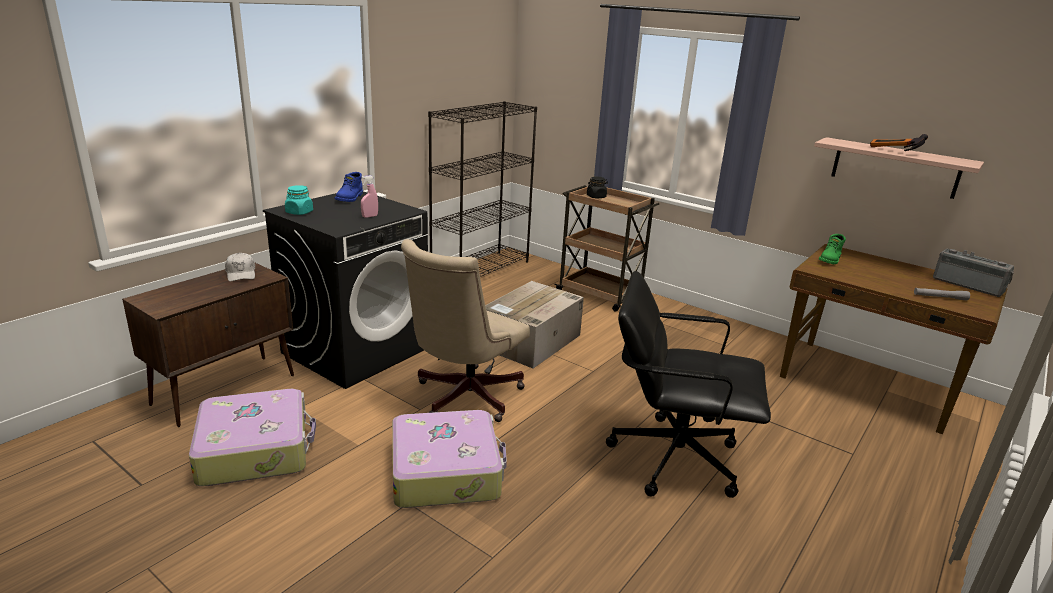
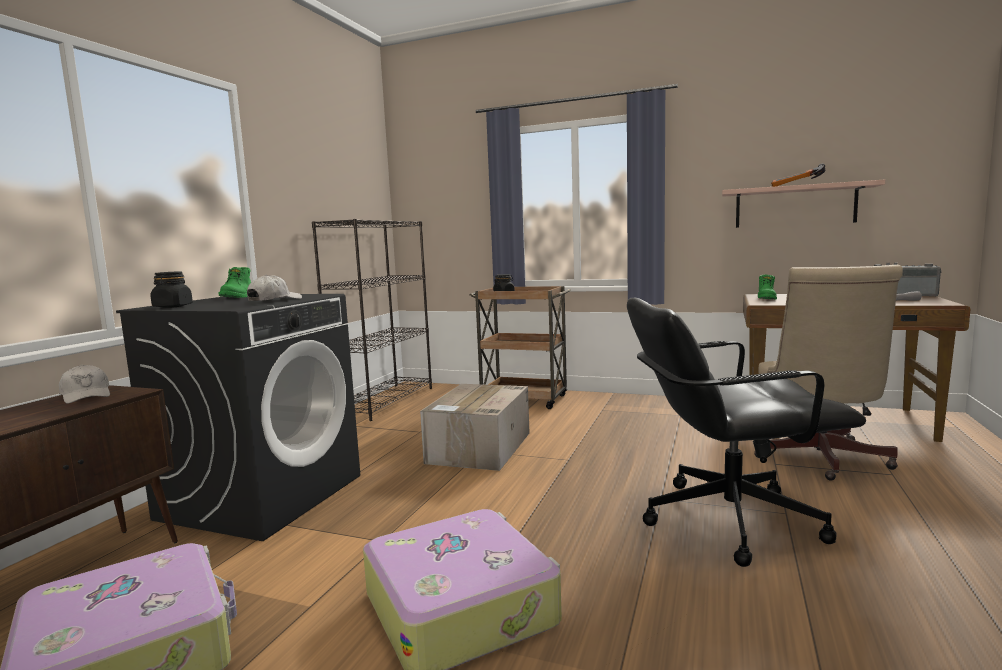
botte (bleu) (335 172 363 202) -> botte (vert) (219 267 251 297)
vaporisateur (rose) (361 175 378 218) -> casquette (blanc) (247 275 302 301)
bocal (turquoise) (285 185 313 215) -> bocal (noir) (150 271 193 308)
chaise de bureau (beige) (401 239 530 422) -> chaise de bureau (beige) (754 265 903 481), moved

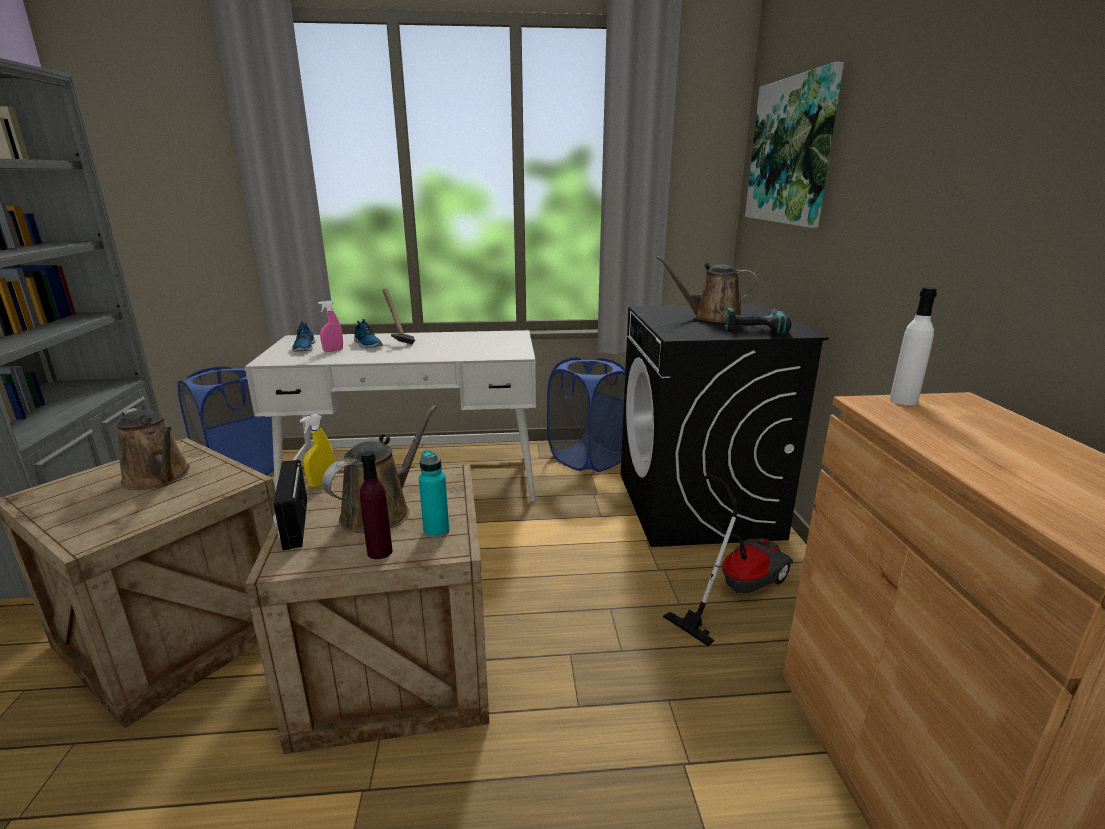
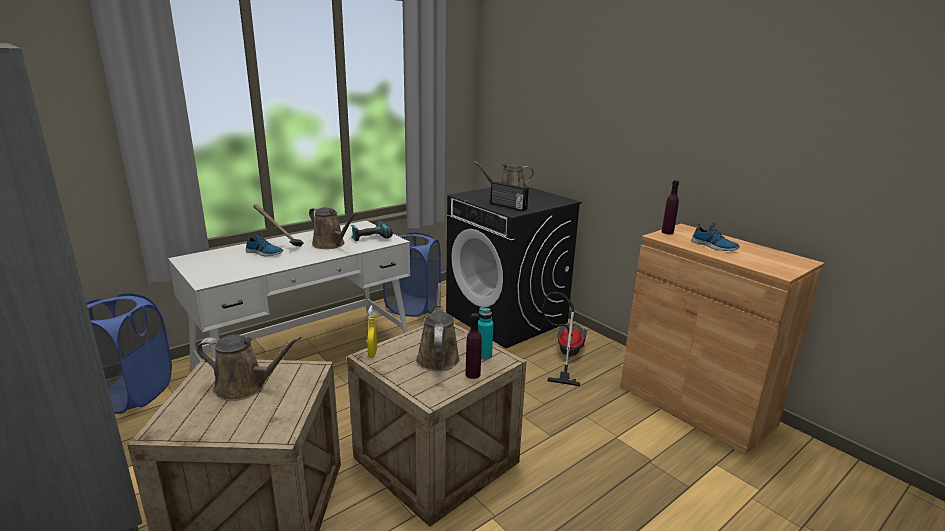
tableau (745 62 844 228) -> none
bouteille (blanc) (890 287 937 405) -> bouteille (violet) (662 180 679 234)
vaporisateur (rose) (318 300 343 352) -> none
perceuse (724 307 792 334) -> perceuse (351 221 393 241), moved
chaussure (292 321 315 352) -> chaussure (691 222 740 251), moved
radio (273 460 307 550) -> radio (491 181 529 211), moved
none -> arrosoir (marron) (309 207 357 249)

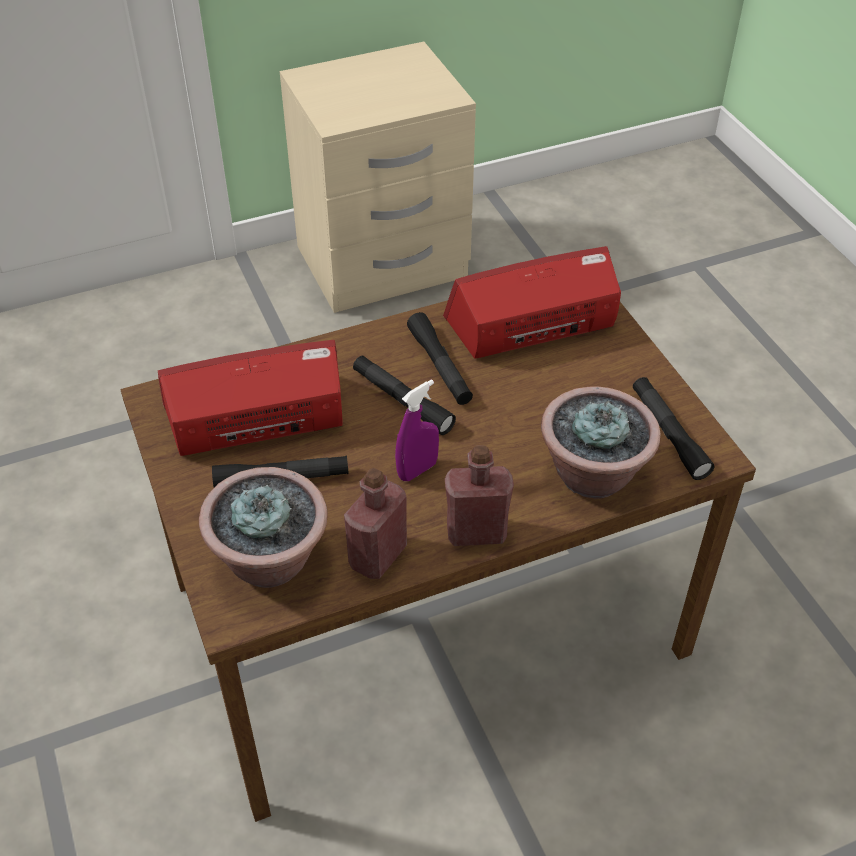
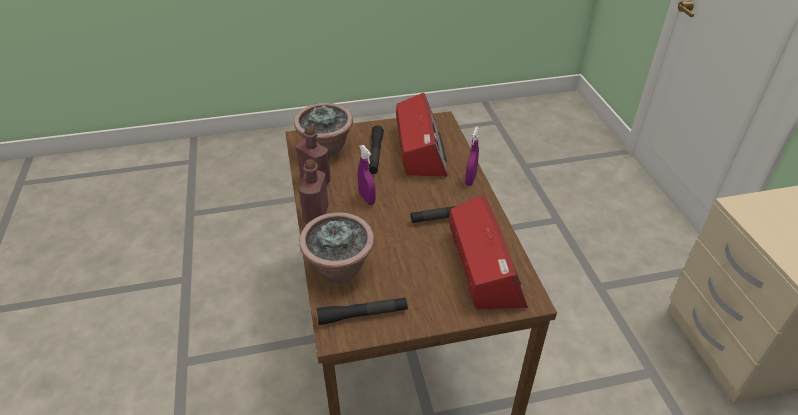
lampe de poche (noir) (353 356 456 435) -> none
none -> vaporisateur (violet) (465 126 479 186)

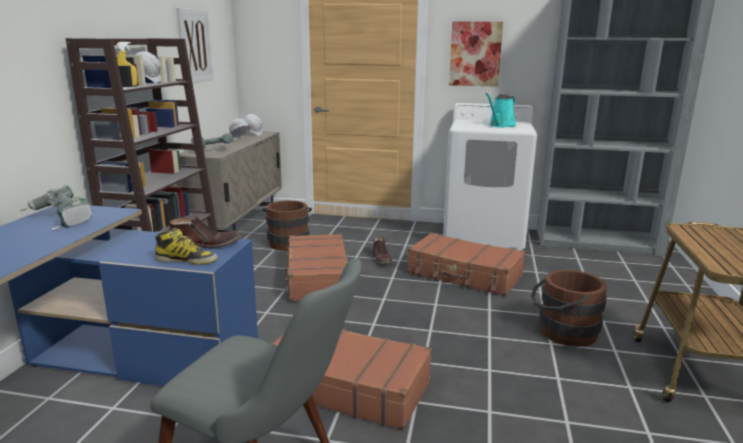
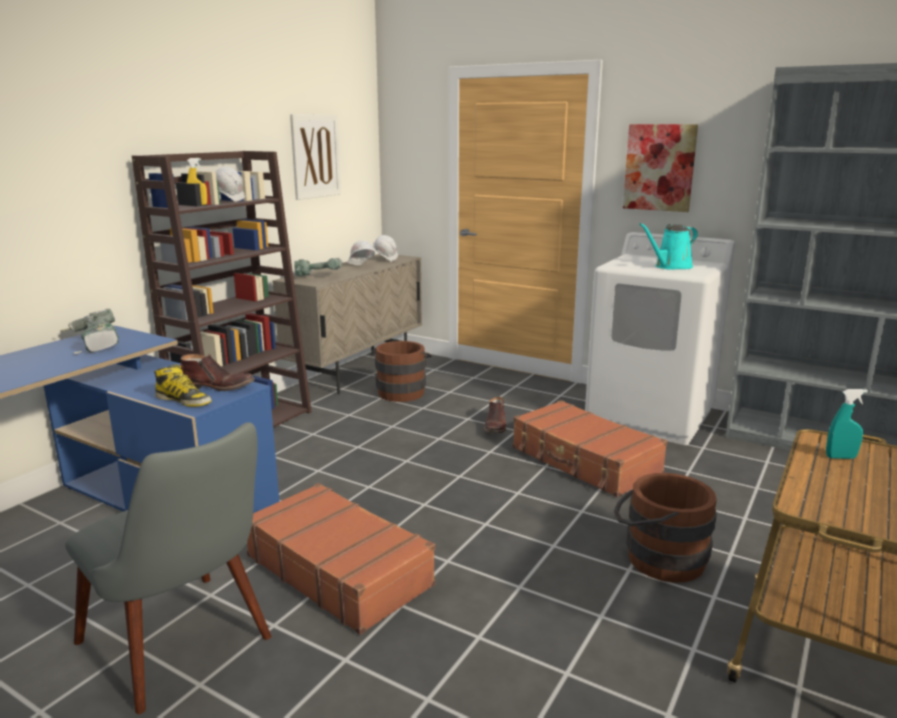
valise (marron) (284 233 348 302) -> none
none -> vaporisateur (turquoise) (826 389 868 459)

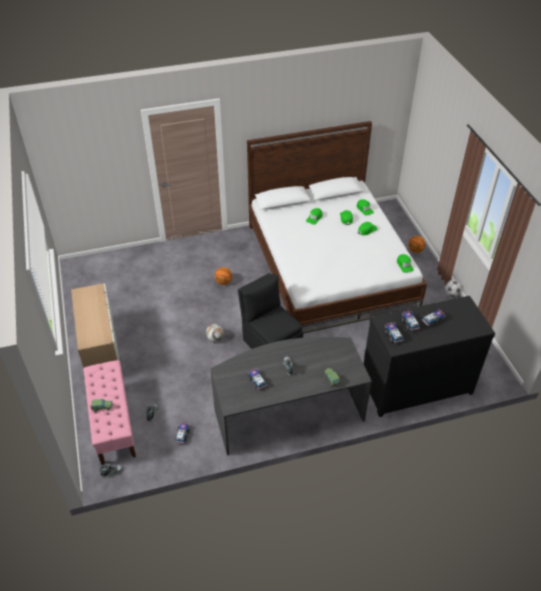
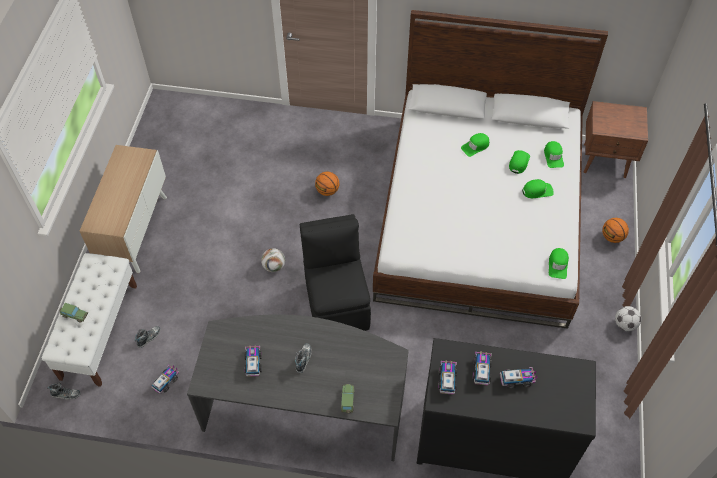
banc (rose) (84 360 136 465) -> banc (blanc) (41 253 137 387)
none -> table de chevet (marron) (584 101 648 178)

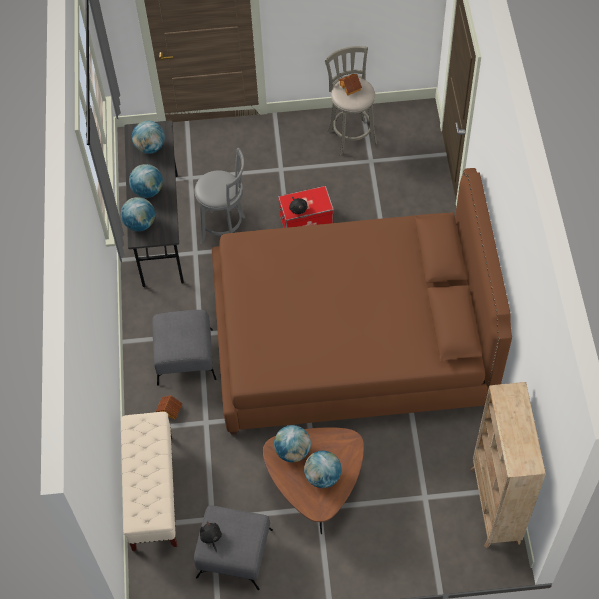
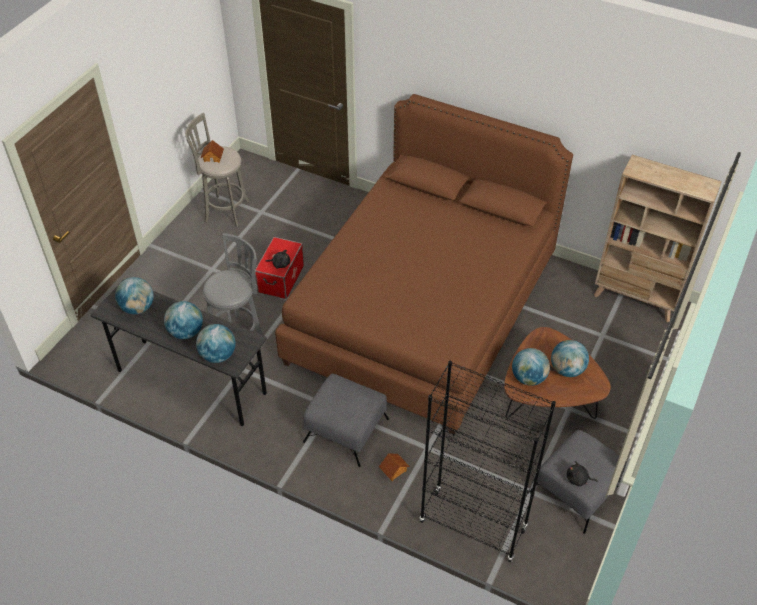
banc (beige) (121 412 177 551) -> bibliothèque (noir) (419 361 556 562)

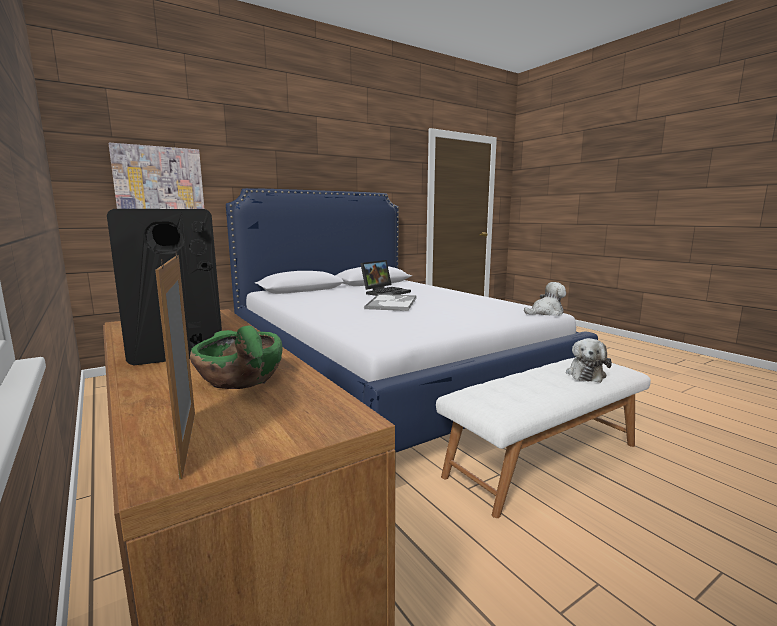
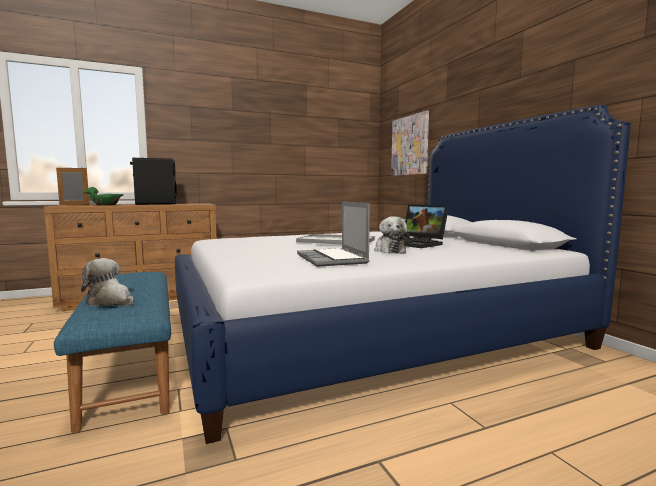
peluche (524 282 566 316) -> peluche (374 216 410 253), moved
banc (blanc) (436 357 651 518) -> banc (bleu) (54 272 171 433)
none -> ordinateur portable (297 201 370 267)

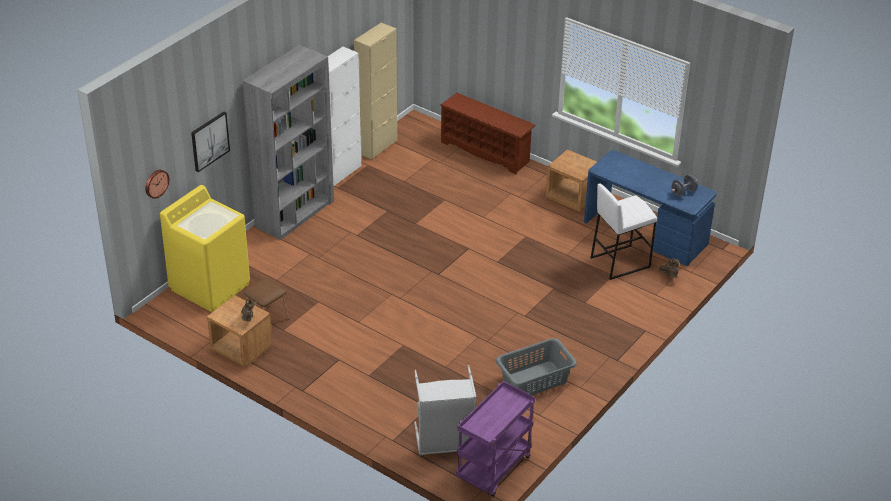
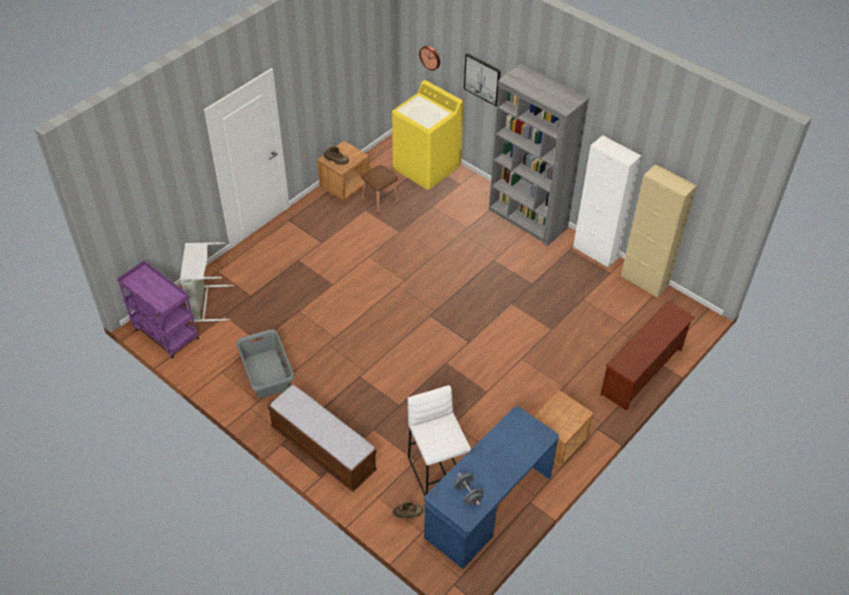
none -> banc (267 385 377 492)

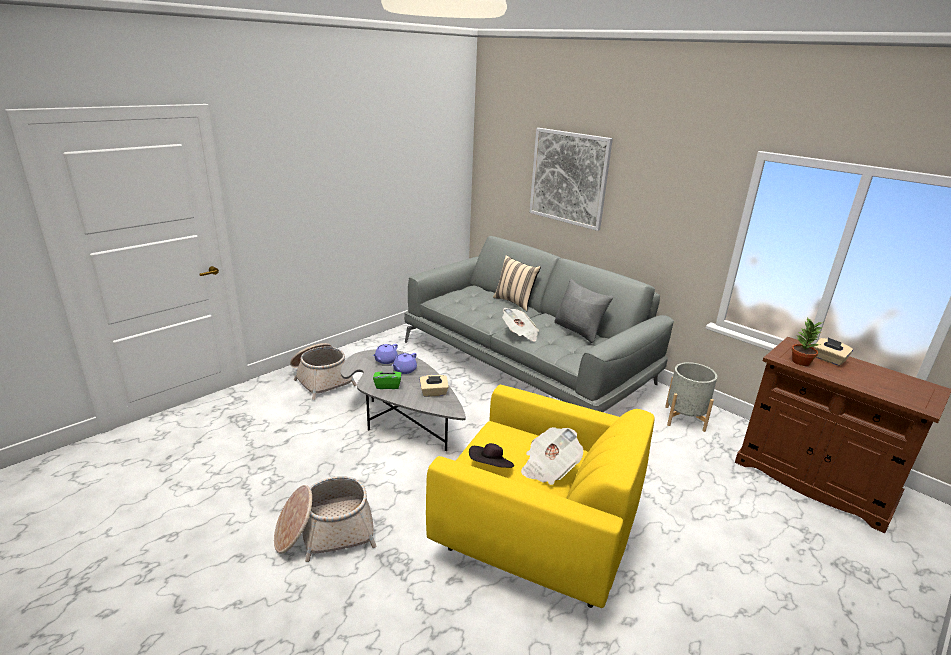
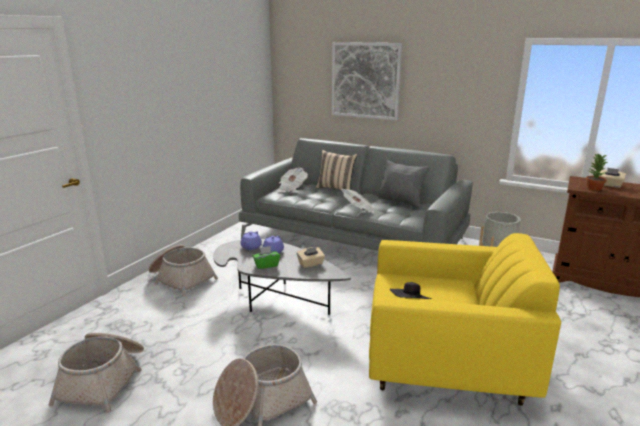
journal (521 427 583 485) -> journal (278 168 308 191), moved
none -> panier (49 333 144 413)

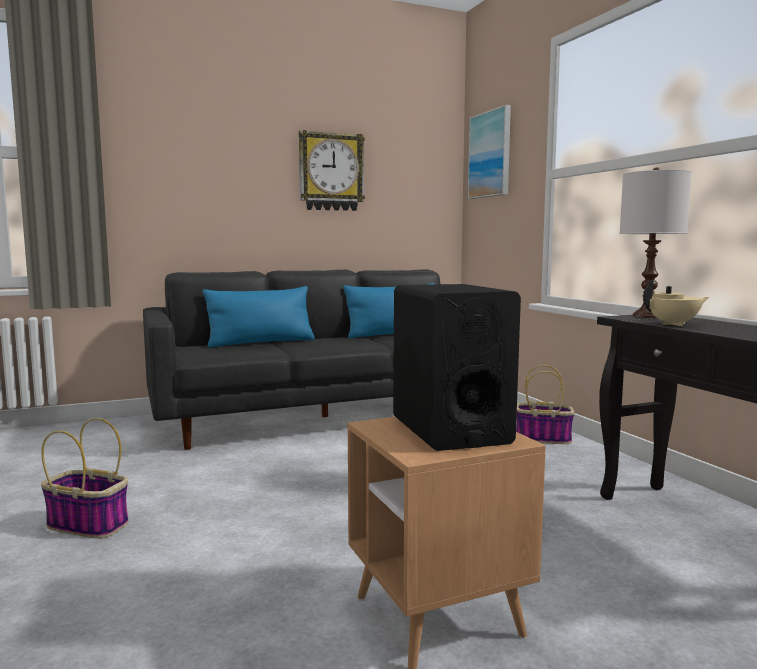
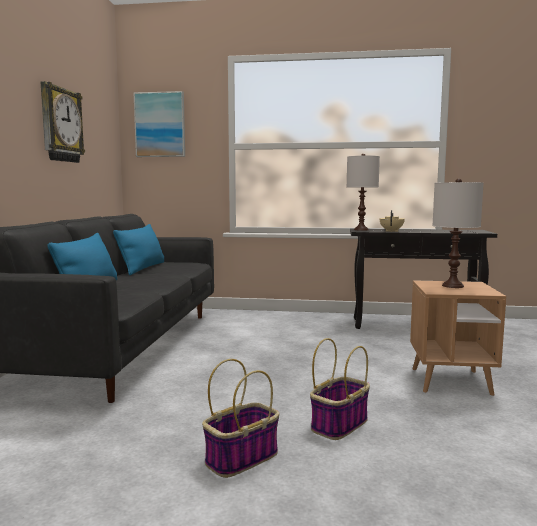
enceinte (noir) (393 284 521 451) -> lampe de table (blanc) (432 178 484 288)
panier (516 365 575 444) -> panier (310 338 370 440), moved

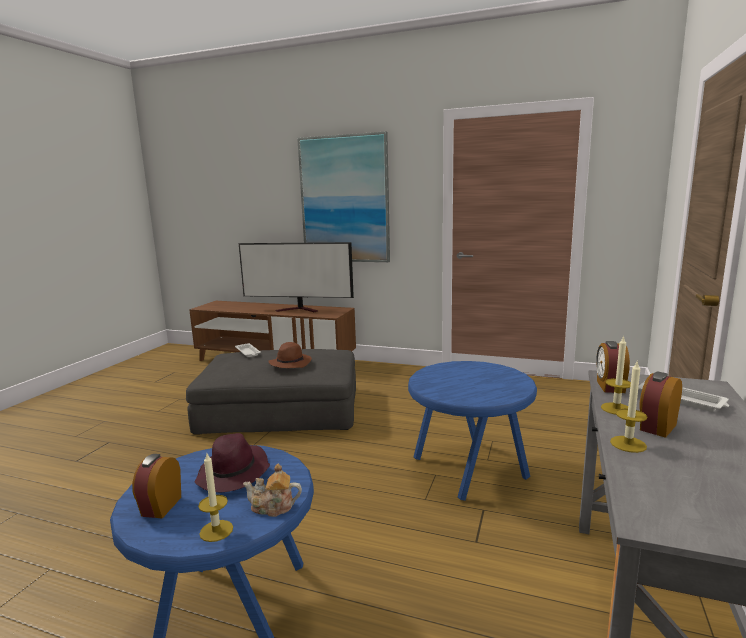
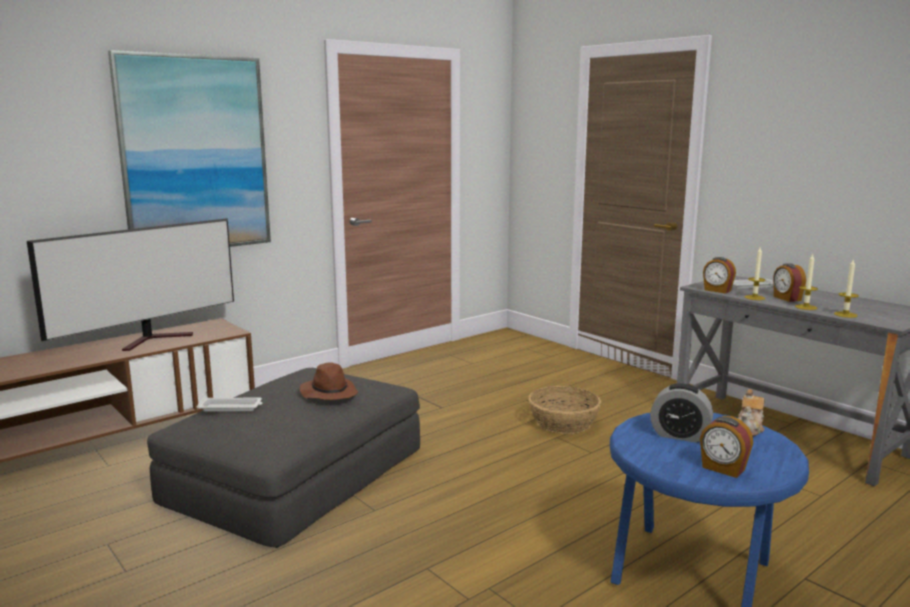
table d'appoint (bleu) (408 361 537 501) -> panier (528 386 601 434)
chapeau (violet) (195 433 270 492) -> réveil (650 383 713 443)
bougie (198 453 233 542) -> bougie (834 260 859 318), moved

